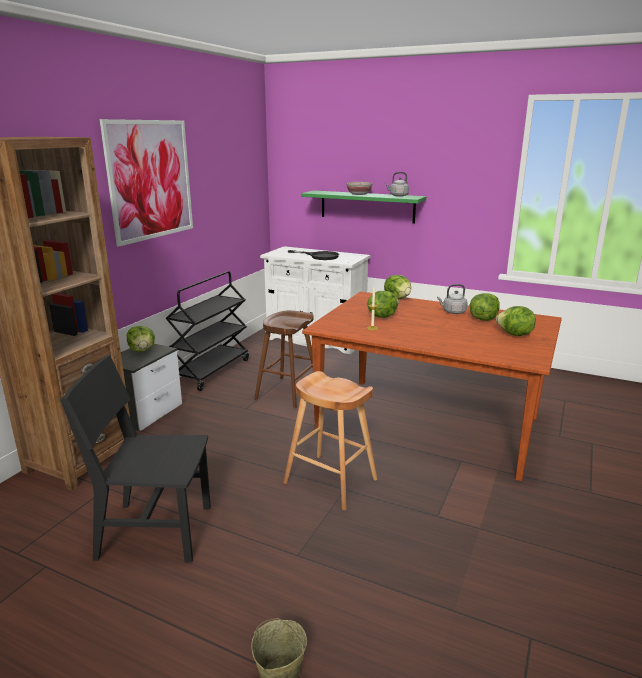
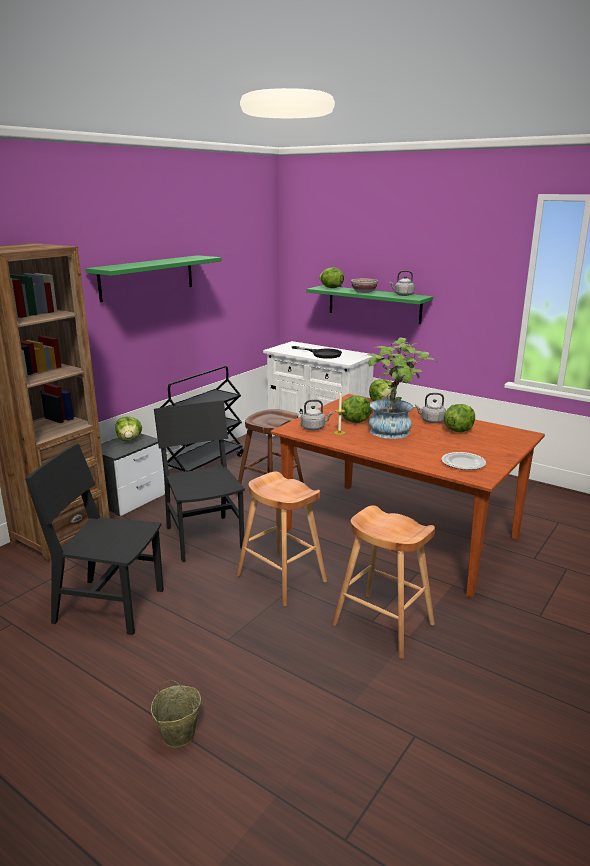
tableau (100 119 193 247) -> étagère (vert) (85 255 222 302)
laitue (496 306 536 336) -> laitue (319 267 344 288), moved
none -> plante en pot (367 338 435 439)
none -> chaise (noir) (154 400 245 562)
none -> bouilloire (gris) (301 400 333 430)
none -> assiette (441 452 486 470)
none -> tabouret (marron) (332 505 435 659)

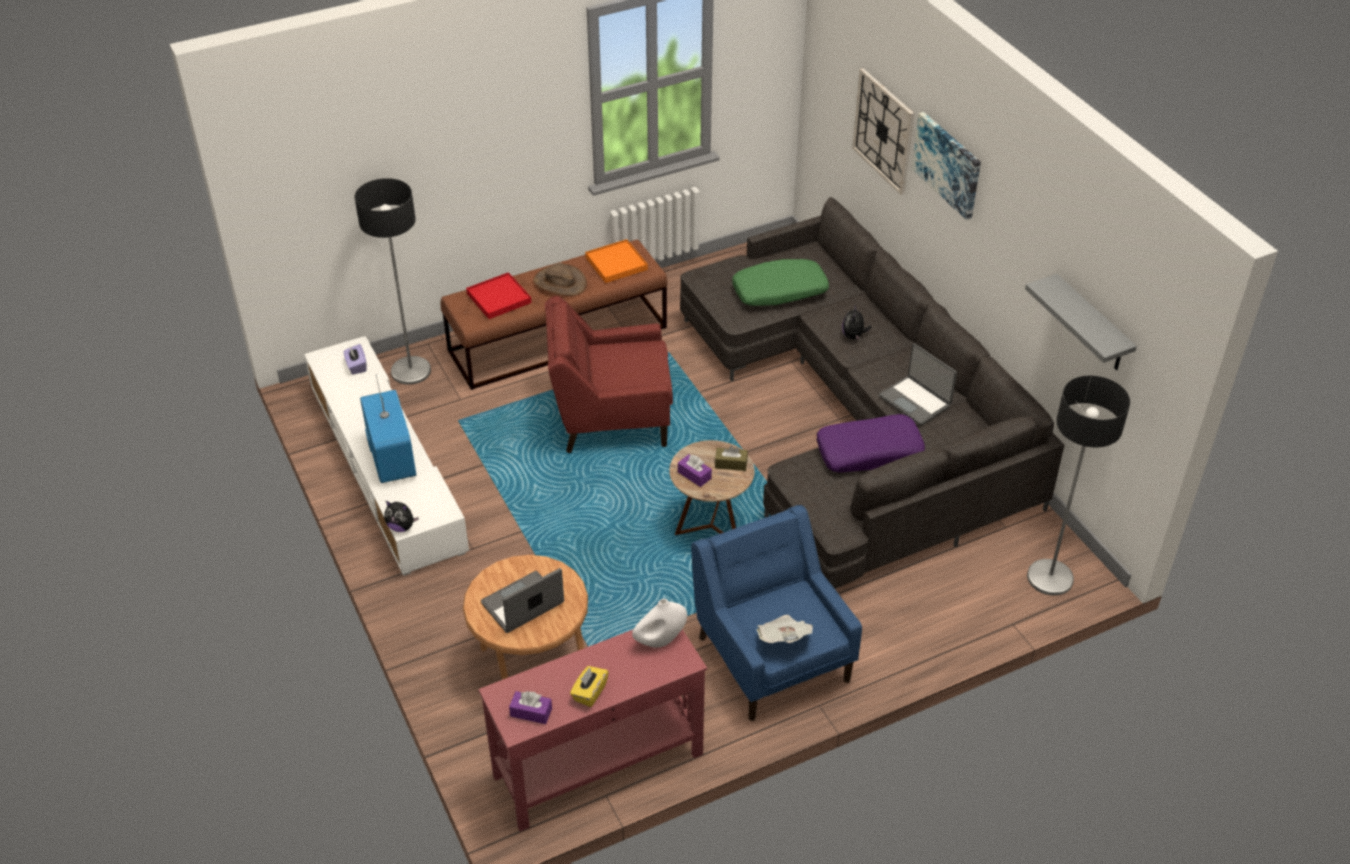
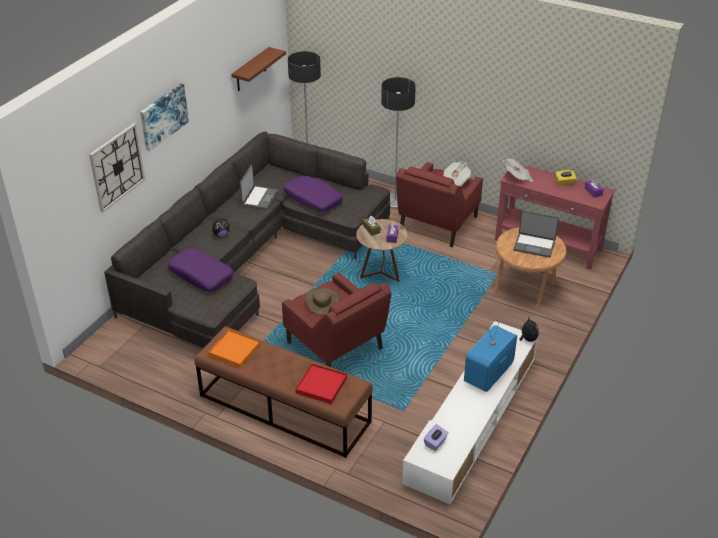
lampadaire (355 178 431 385) -> lampadaire (381 77 416 209), moved
coussin (vert) (732 259 829 306) -> coussin (violet) (168 248 234 292)
chapeau (marron) (533 263 587 296) -> chapeau (marron) (305 288 340 315), moved
étagère (gris) (1025 274 1137 370) -> étagère (marron) (231 47 286 91)
fauteuil (bleu) (691 505 862 721) -> fauteuil (rouge) (396 162 483 247)
vase (blanc) (632 598 687 648) -> journal (503 158 533 182)

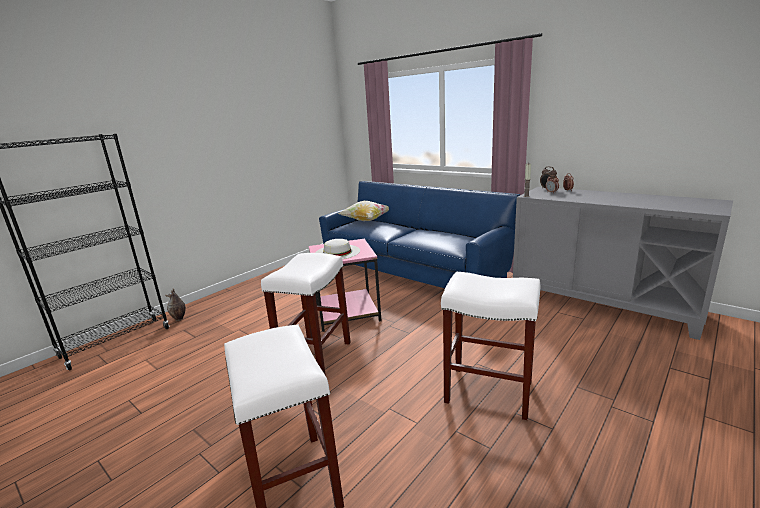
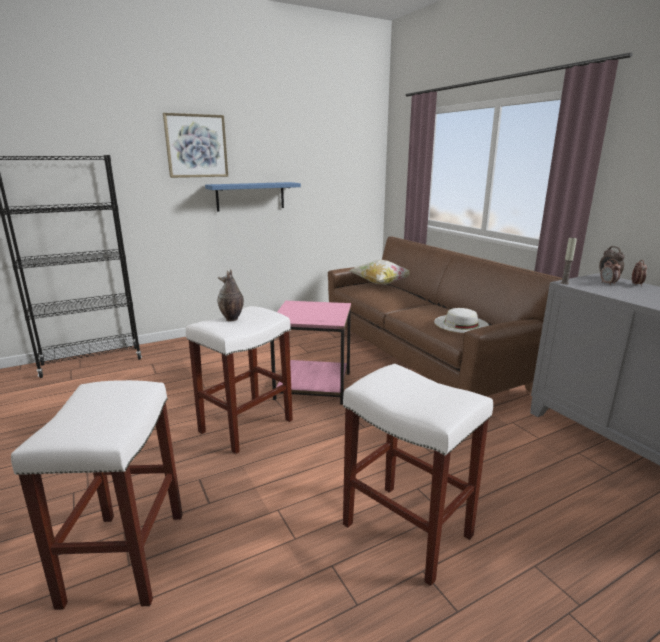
canapé (bleu) (319 181 520 288) -> canapé (marron) (328 236 562 396)
chapeau (blanc) (315 239 360 259) -> chapeau (blanc) (434 308 489 333), moved
vase (165 289 186 321) -> vase (218 269 244 322), moved
none -> tableau (163 113 228 178)
none -> étagère (bleu) (205 182 301 212)

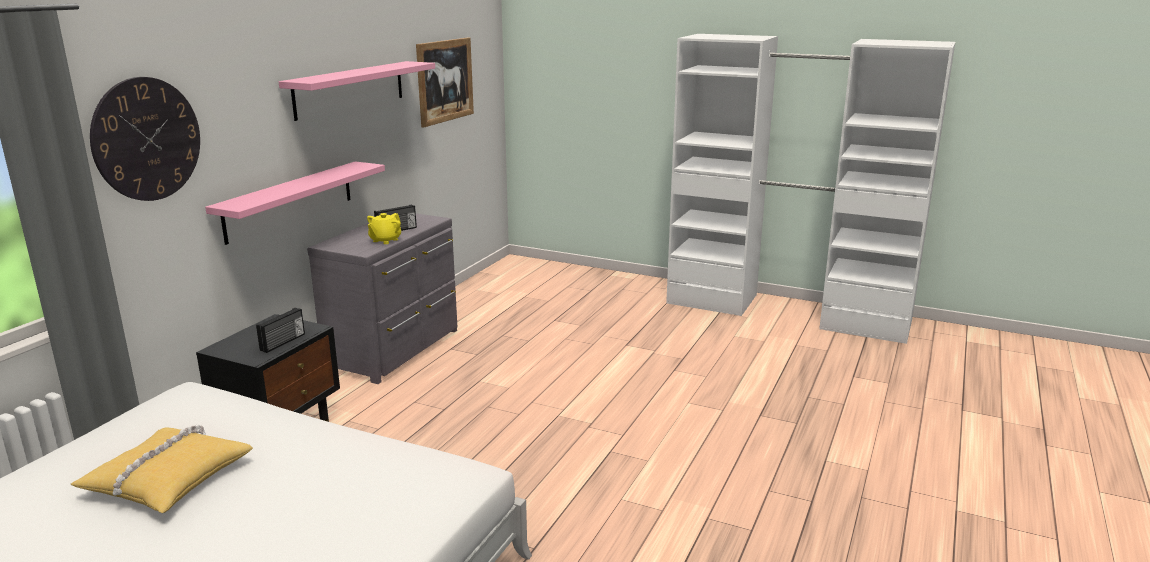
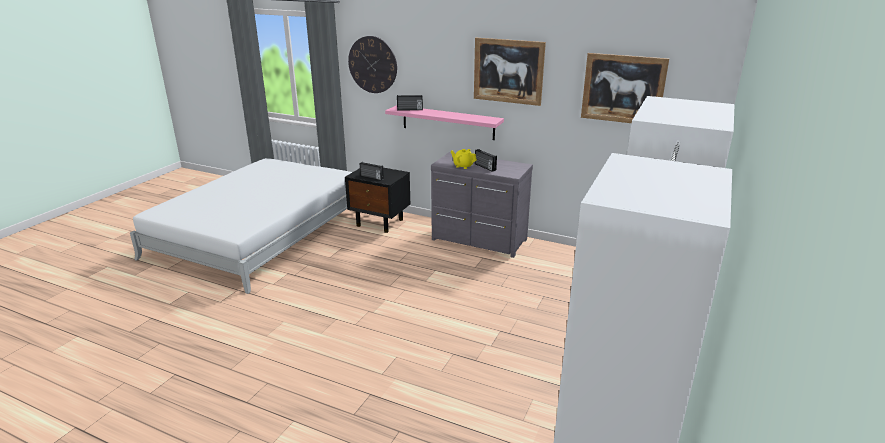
étagère (rose) (279 61 435 121) -> tableau (474 38 546 106)
coussin (jaune) (71 424 253 513) -> none
none -> radio (397 95 423 110)

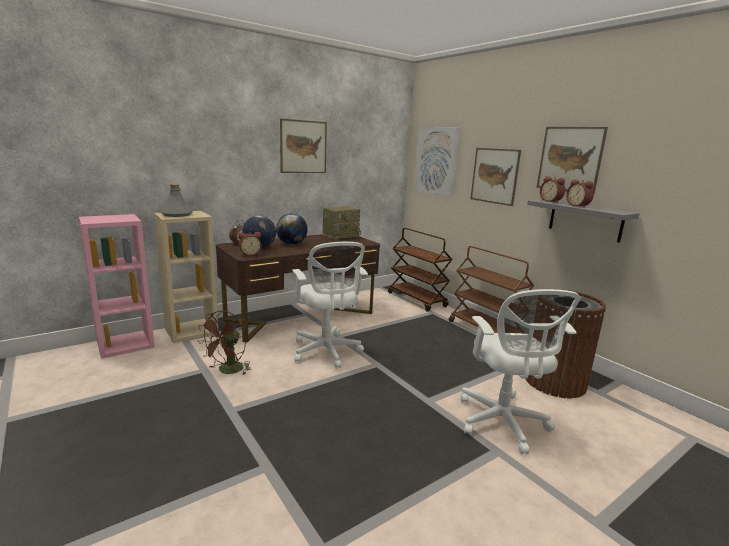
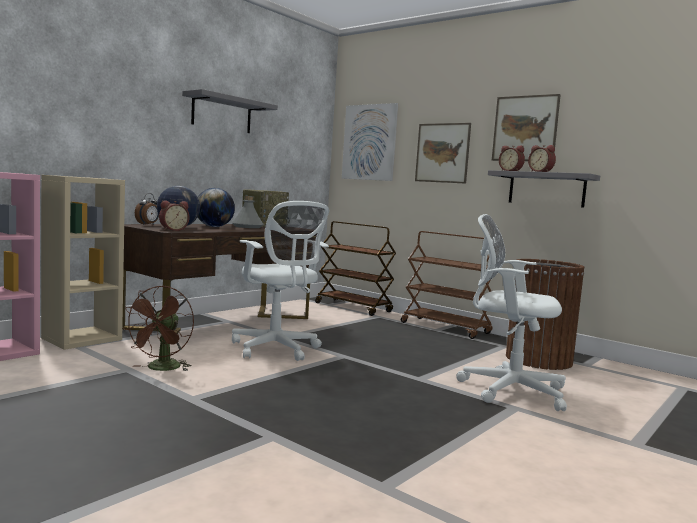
tableau (280 119 327 173) -> étagère (gris) (182 89 278 133)
bouteille (gris) (160 184 193 217) -> bouteille (gris) (232 196 264 228), moved
chaise de bureau (blanc) (461 289 581 454) -> chaise de bureau (blanc) (456 214 567 411), 135 degrees clockwise

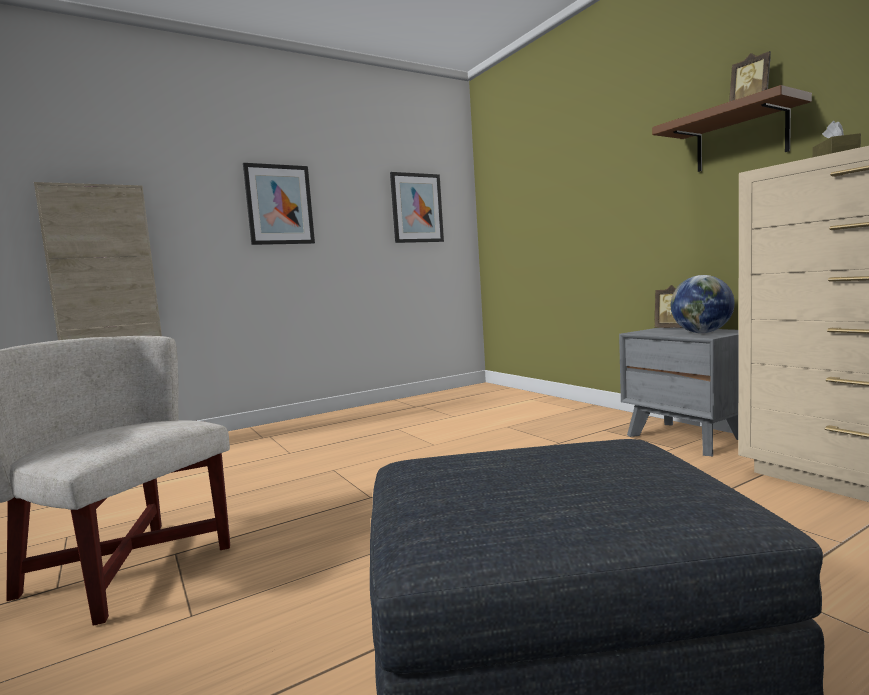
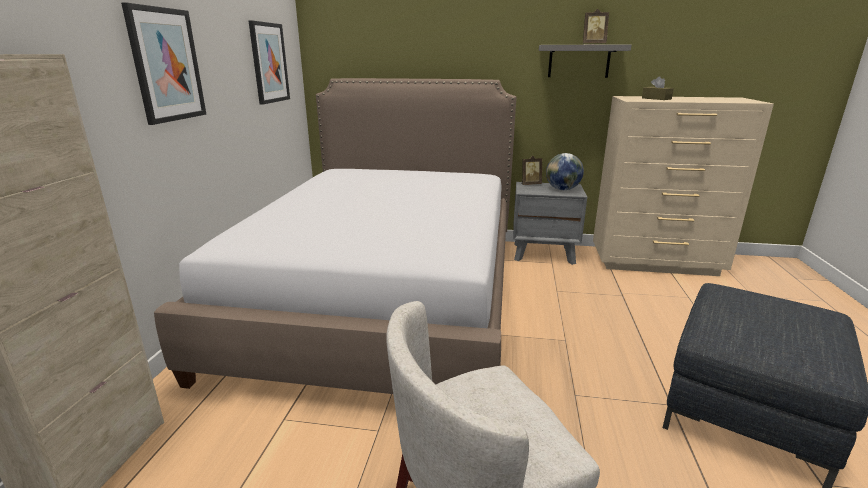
étagère (marron) (652 85 812 172) -> étagère (gris) (539 44 632 78)
none -> lit (154 78 516 394)

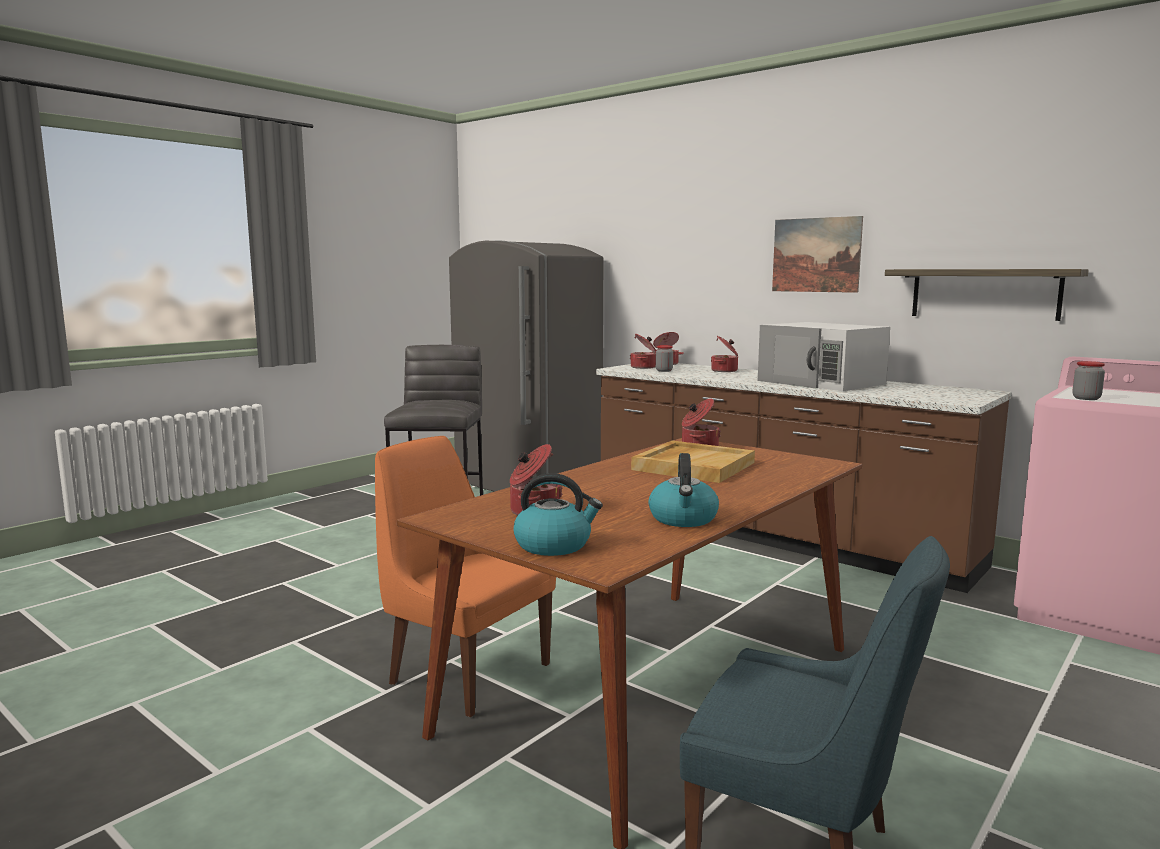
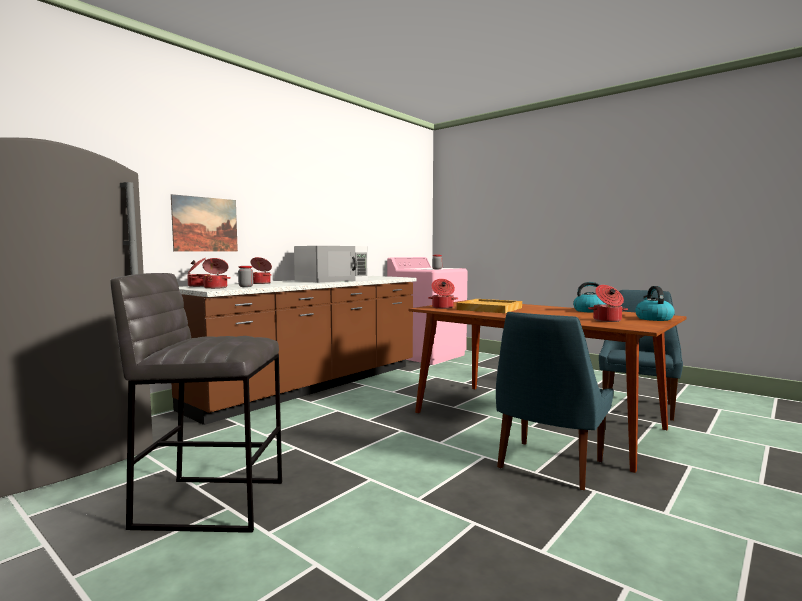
tableau (772 216 863 293) -> tableau (171 194 238 251), moved
étagère (885 269 1089 321) -> none
chaise (orange) (375 436 556 717) -> chaise (bleu) (496 312 613 490)

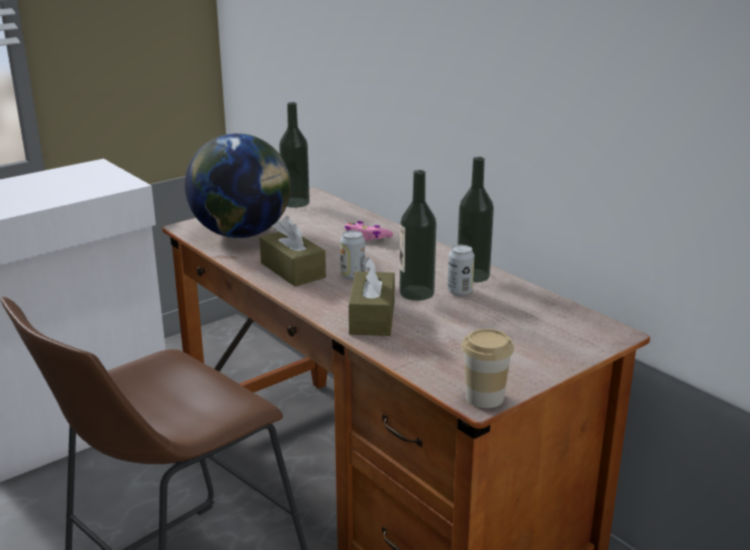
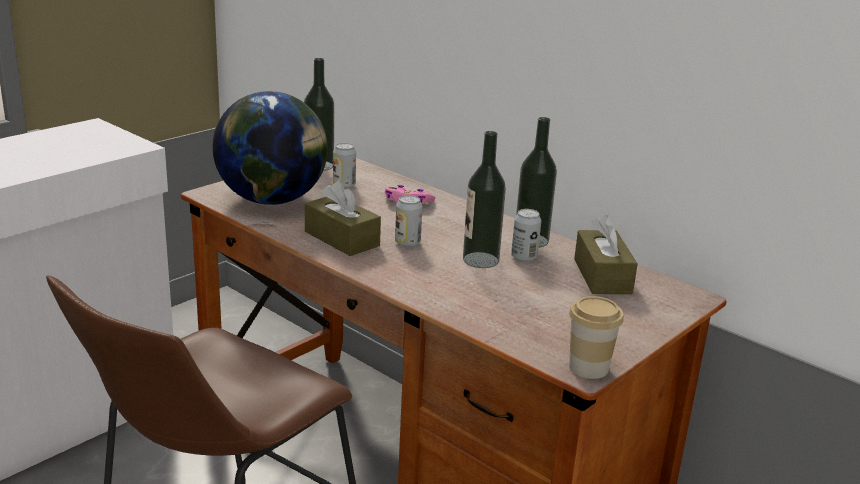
boîte à mouchoirs (marron) (349 257 395 336) -> boîte à mouchoirs (marron) (574 215 638 294), moved
none -> boîte métallique (333 143 356 189)

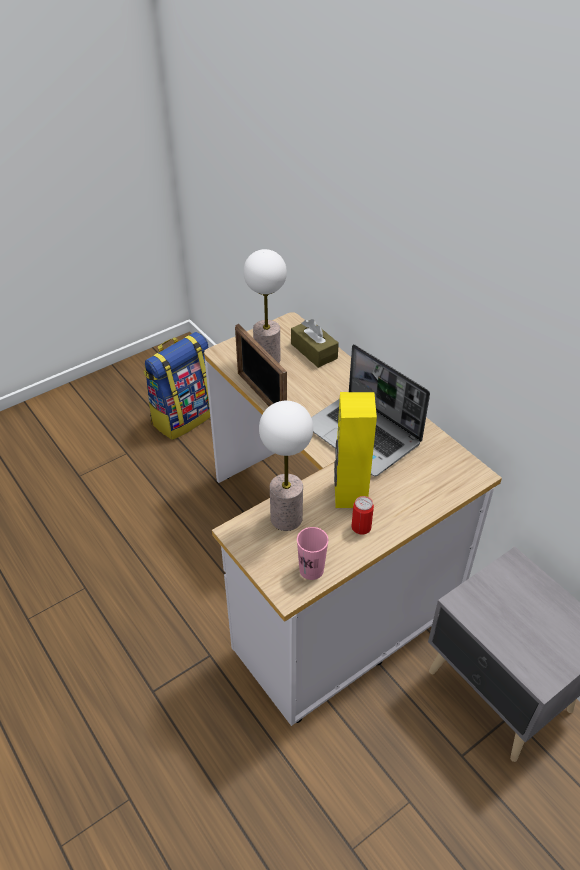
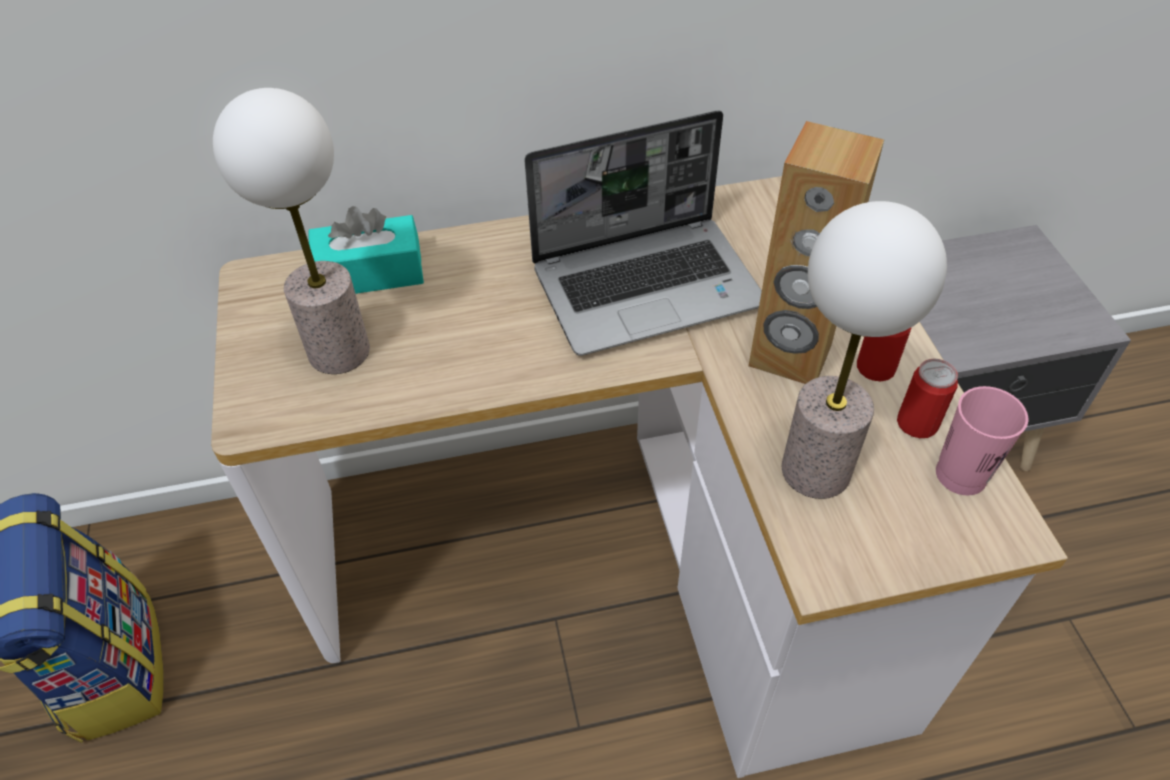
boîte à mouchoirs (marron) (291 319 339 368) -> boîte à mouchoirs (turquoise) (308 206 424 294)
cadre photo (235 324 287 406) -> none
enceinte (jaune) (334 392 377 508) -> enceinte (marron) (749 121 884 384)
none -> boîte métallique (897 359 958 438)

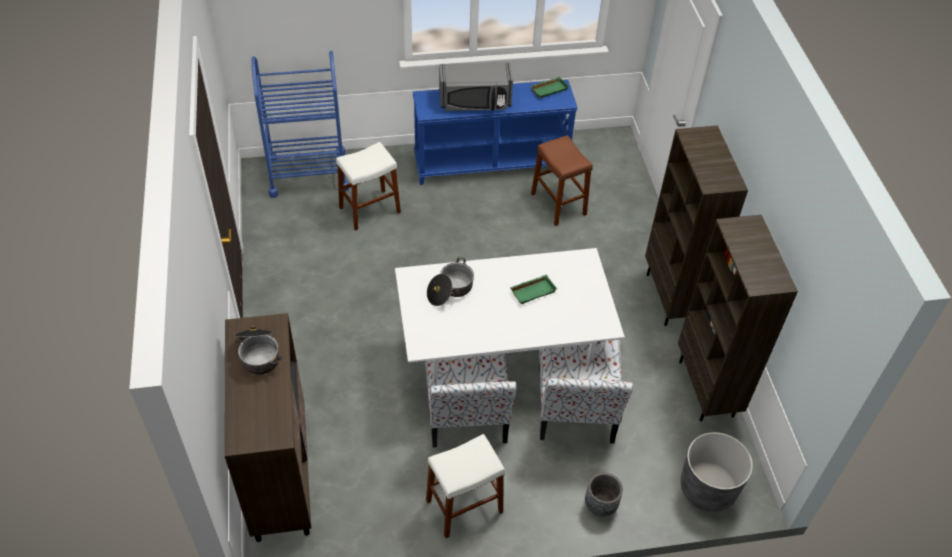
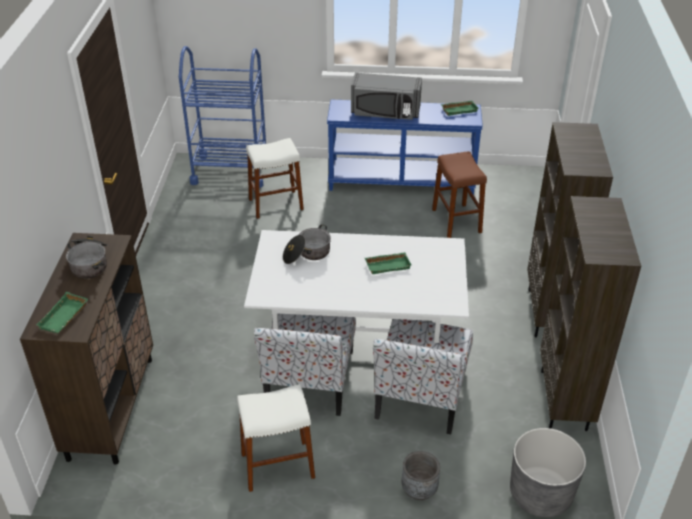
none -> plateau (vert) (36 292 88 333)

